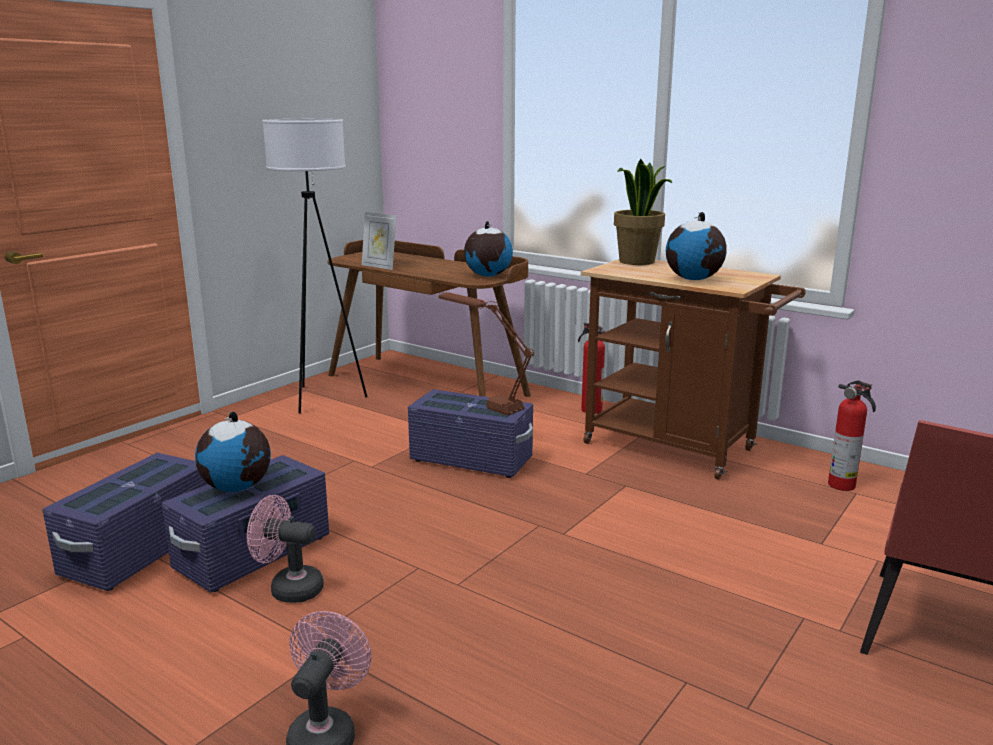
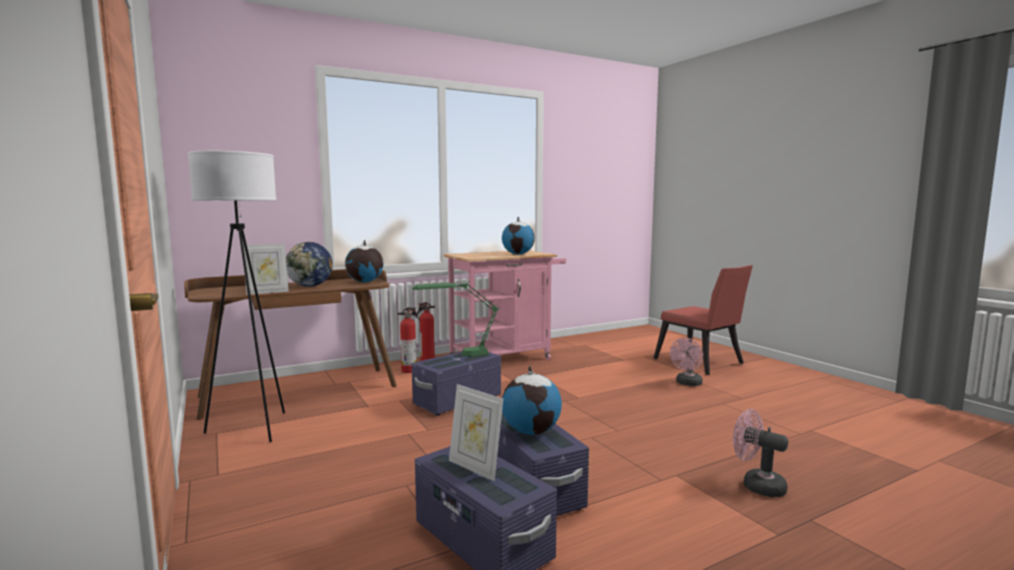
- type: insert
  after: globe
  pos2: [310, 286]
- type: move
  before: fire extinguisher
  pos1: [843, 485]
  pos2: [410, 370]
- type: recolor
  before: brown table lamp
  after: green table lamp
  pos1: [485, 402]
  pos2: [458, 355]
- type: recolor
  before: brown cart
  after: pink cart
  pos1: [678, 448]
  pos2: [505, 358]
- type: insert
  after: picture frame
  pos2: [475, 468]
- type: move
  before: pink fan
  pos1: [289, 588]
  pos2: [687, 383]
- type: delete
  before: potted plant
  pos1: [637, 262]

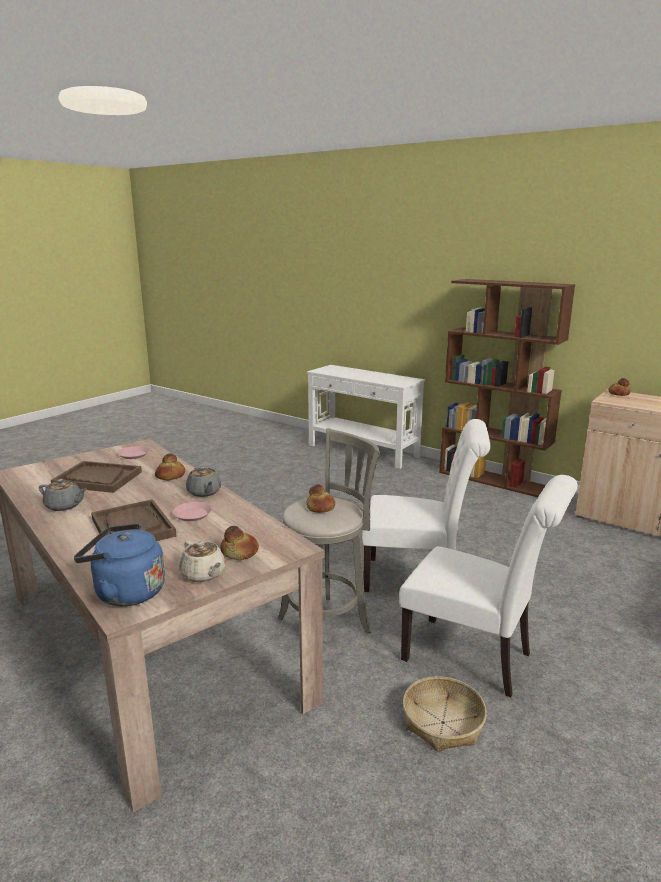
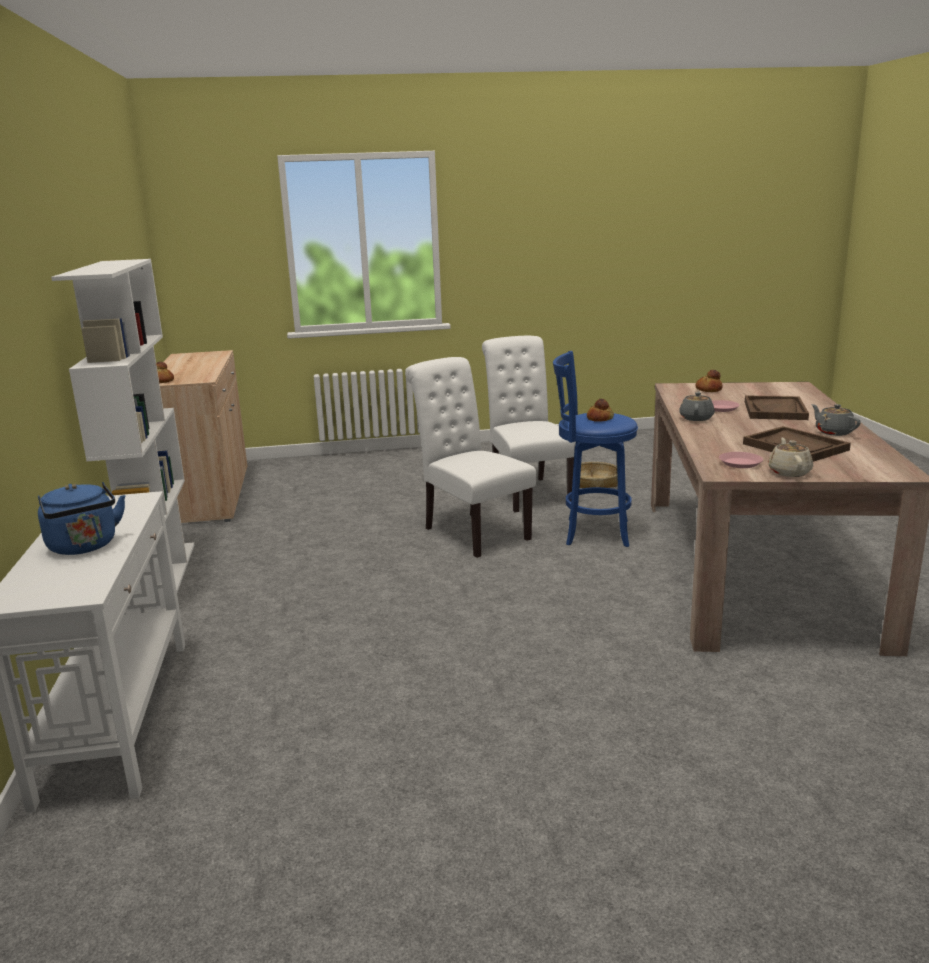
- type: move
  before: blue kettle
  pos1: [125, 592]
  pos2: [84, 547]
- type: recolor
  before: brown bookcase
  after: white bookcase
  pos1: [493, 480]
  pos2: [158, 579]
- type: recolor
  before: grey stool
  after: blue stool
  pos1: [328, 623]
  pos2: [592, 532]
- type: move
  before: beige teapot
  pos1: [203, 574]
  pos2: [789, 472]
- type: delete
  before: bread
  pos1: [170, 476]

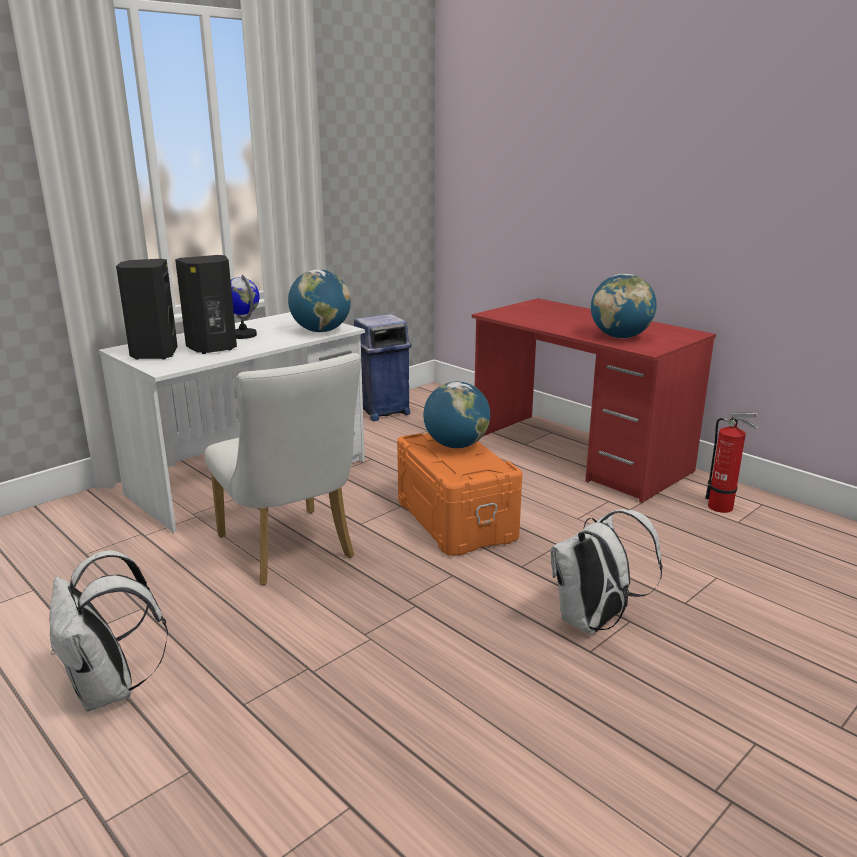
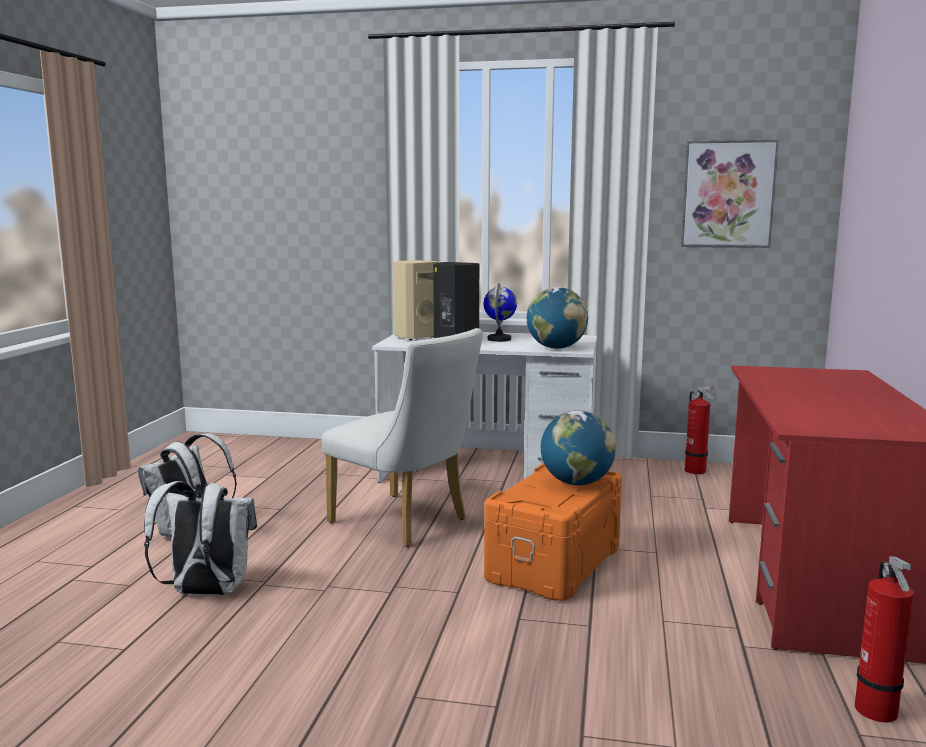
- type: move
  before: white backpack
  pos1: [593, 622]
  pos2: [206, 593]
- type: rotate
  before: white chair
  pos1: [290, 551]
  pos2: [406, 523]
  turn: -75
- type: recolor
  before: black speaker
  after: beige speaker
  pos1: [153, 354]
  pos2: [414, 337]
- type: insert
  after: picture
  pos2: [728, 194]
- type: replace
  before: blue trash can
  after: fire extinguisher
  pos1: [382, 411]
  pos2: [697, 471]
- type: delete
  before: globe
  pos1: [620, 337]

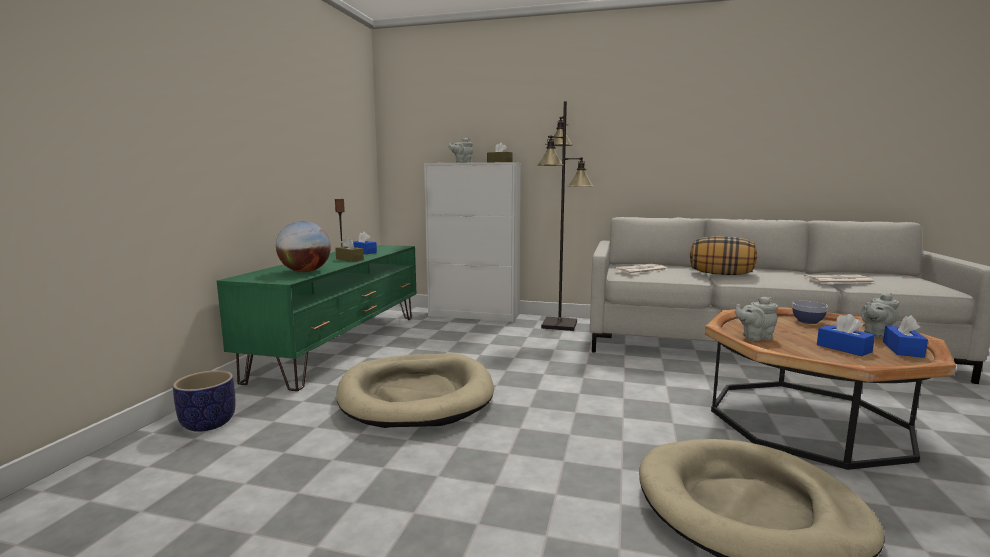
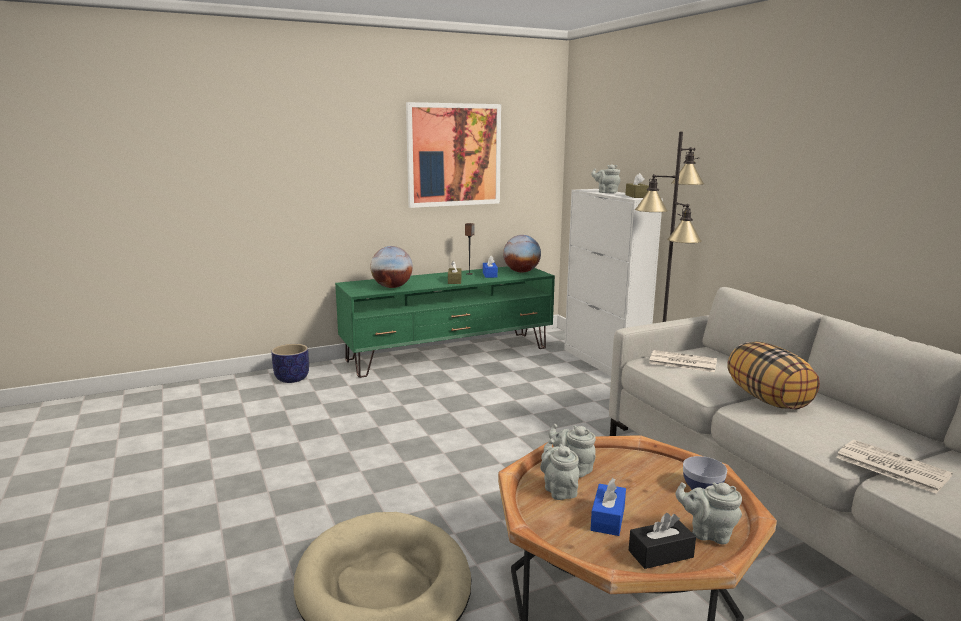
- type: insert
  after: picture
  pos2: [454, 155]
- type: insert
  after: globe
  pos2: [521, 272]
- type: insert
  after: grey teapot
  pos2: [559, 490]
- type: recolor
  before: blue tissue box
  after: black tissue box
  pos1: [902, 349]
  pos2: [660, 554]
- type: delete
  before: beige dog bed
  pos1: [416, 395]

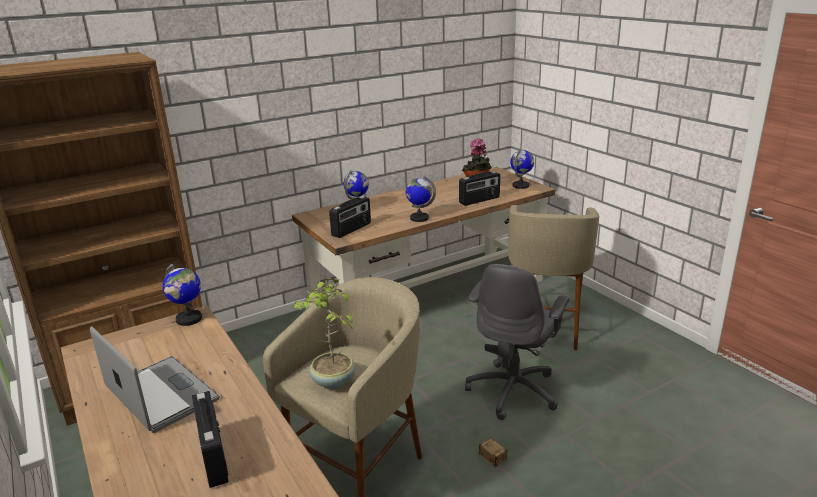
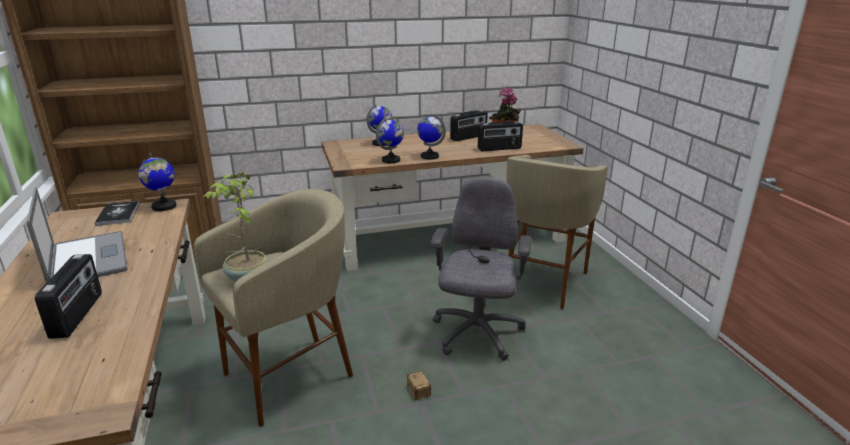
- type: insert
  after: book
  pos2: [118, 214]
- type: move
  before: globe
  pos1: [521, 186]
  pos2: [391, 160]
- type: rotate
  before: grey office chair
  pos1: [513, 390]
  pos2: [476, 334]
  turn: 150
- type: move
  before: radio
  pos1: [352, 229]
  pos2: [469, 137]

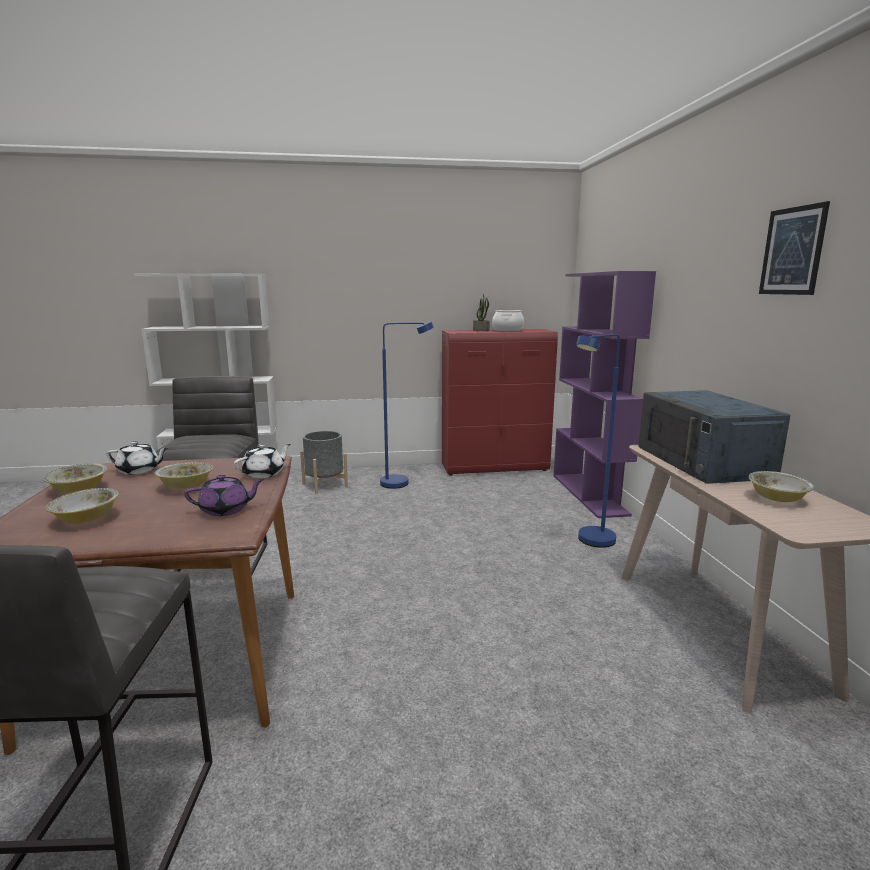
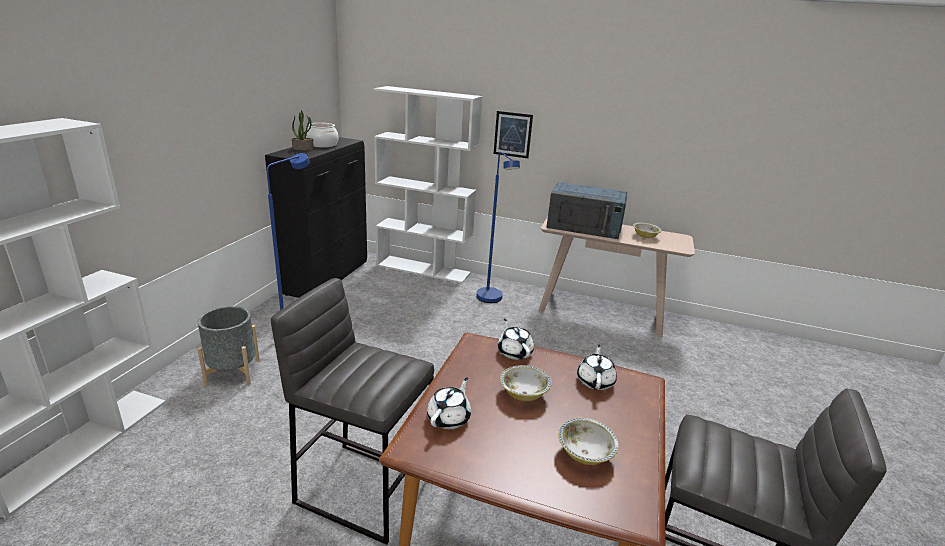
- type: recolor
  before: red cabinet
  after: black cabinet
  pos1: [495, 468]
  pos2: [327, 278]
- type: recolor
  before: purple bookcase
  after: white bookcase
  pos1: [589, 494]
  pos2: [424, 269]
- type: move
  before: picture
  pos1: [792, 251]
  pos2: [512, 134]
- type: recolor
  before: purple teapot
  after: white teapot
  pos1: [226, 510]
  pos2: [595, 381]
- type: delete
  before: bowl
  pos1: [79, 489]

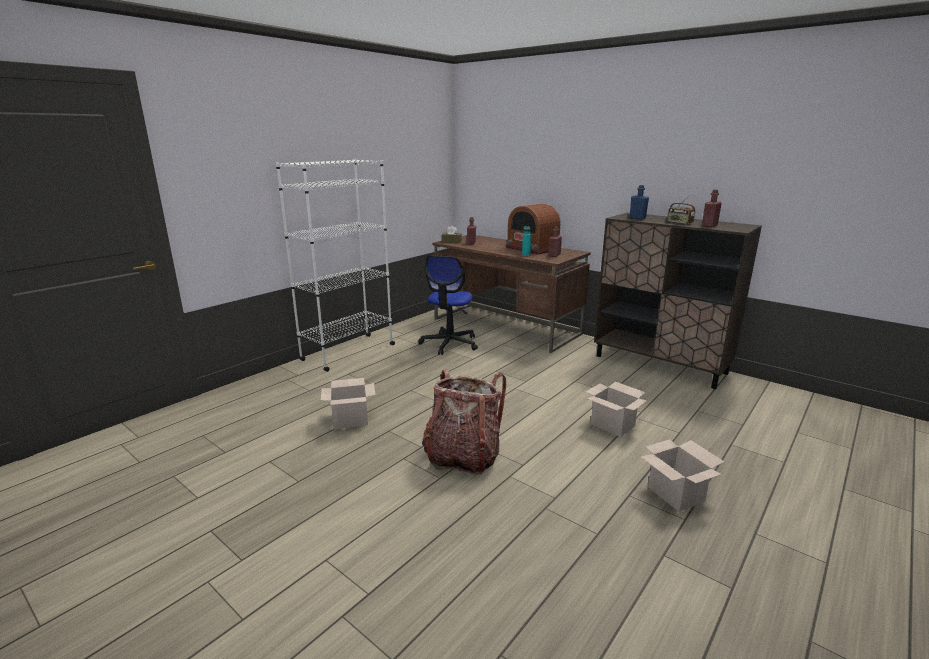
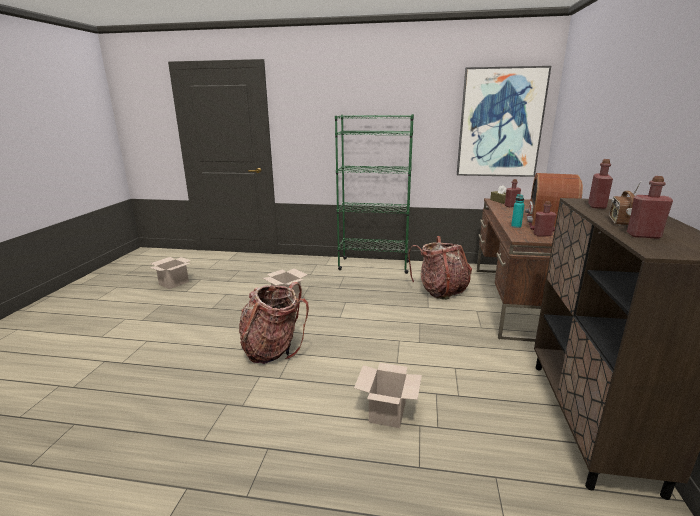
- type: move
  before: cardboard box
  pos1: [674, 493]
  pos2: [174, 283]
- type: recolor
  before: white bookcase
  after: green bookcase
  pos1: [348, 352]
  pos2: [373, 265]
- type: replace
  before: office chair
  after: backpack
  pos1: [449, 344]
  pos2: [440, 290]
- type: insert
  after: picture
  pos2: [500, 123]
- type: recolor
  before: blue bottle
  after: red bottle
  pos1: [637, 218]
  pos2: [596, 206]

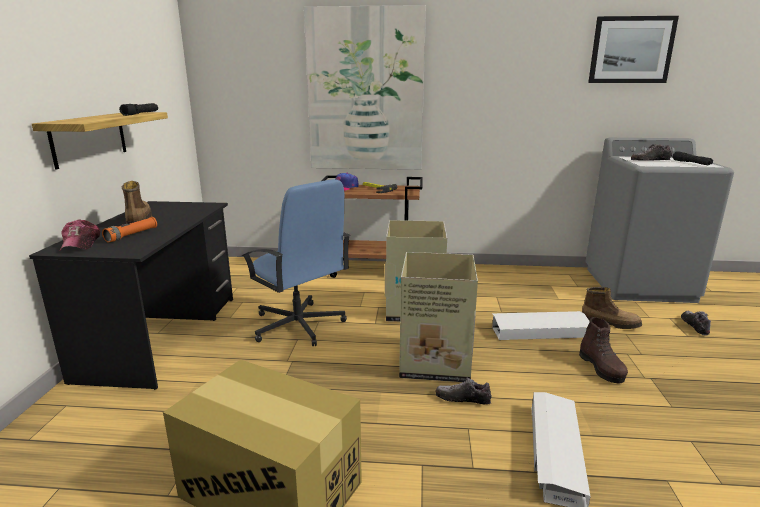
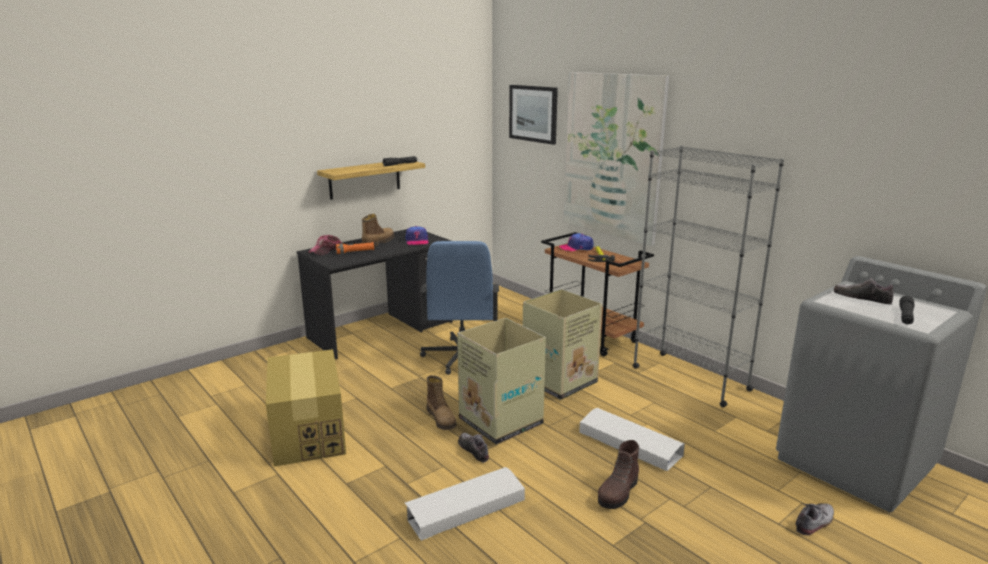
- type: insert
  after: cap
  pos2: [417, 241]
- type: move
  before: boot
  pos1: [610, 323]
  pos2: [441, 419]
- type: move
  before: picture
  pos1: [631, 50]
  pos2: [533, 113]
- type: insert
  after: grey bookcase
  pos2: [689, 378]

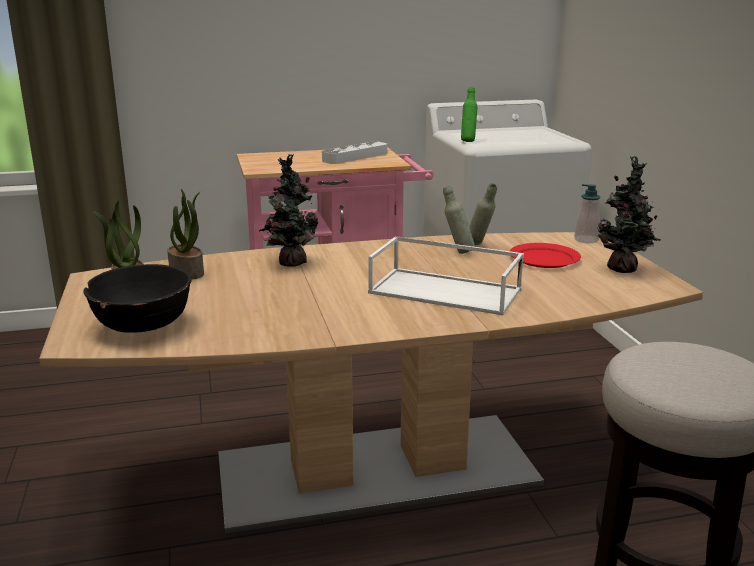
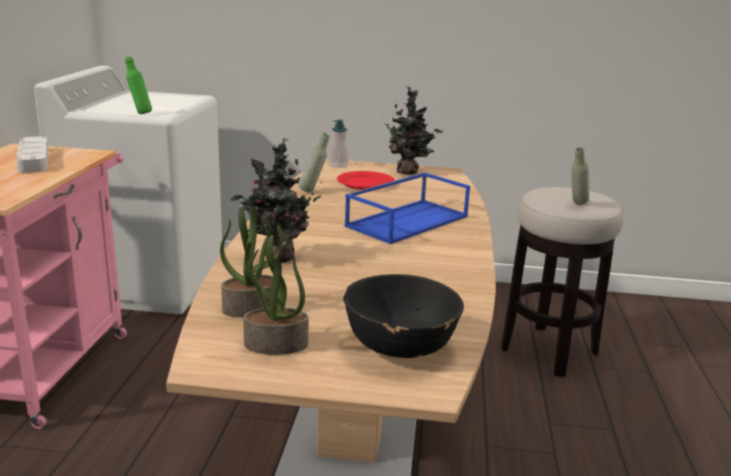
- type: recolor
  before: white tray
  after: blue tray
  pos1: [447, 291]
  pos2: [407, 220]
- type: move
  before: grey bottle
  pos1: [457, 252]
  pos2: [576, 204]

